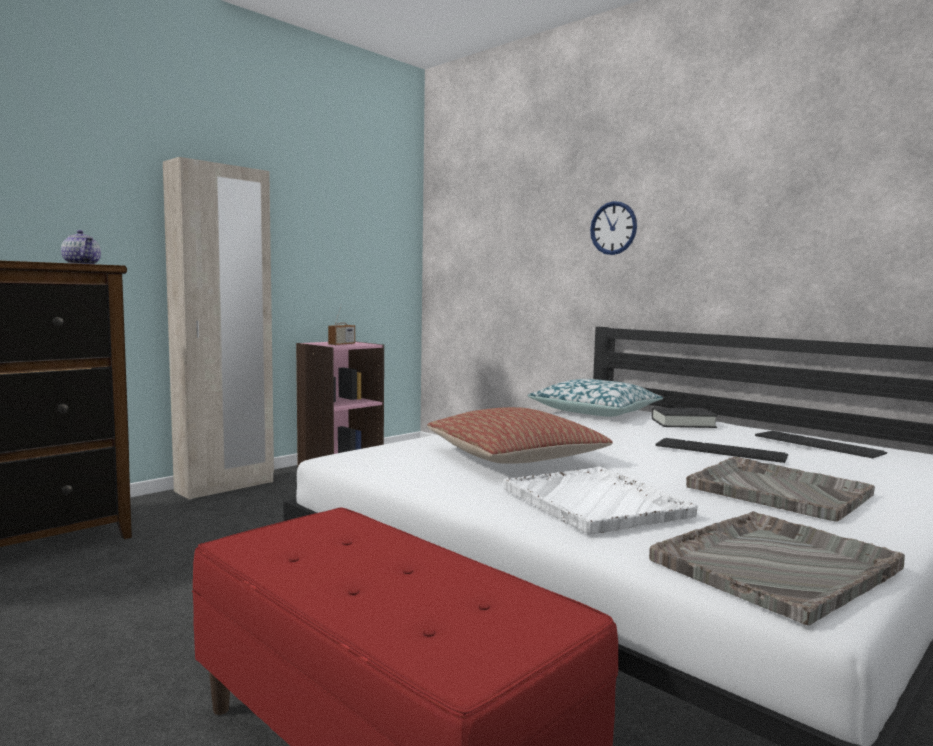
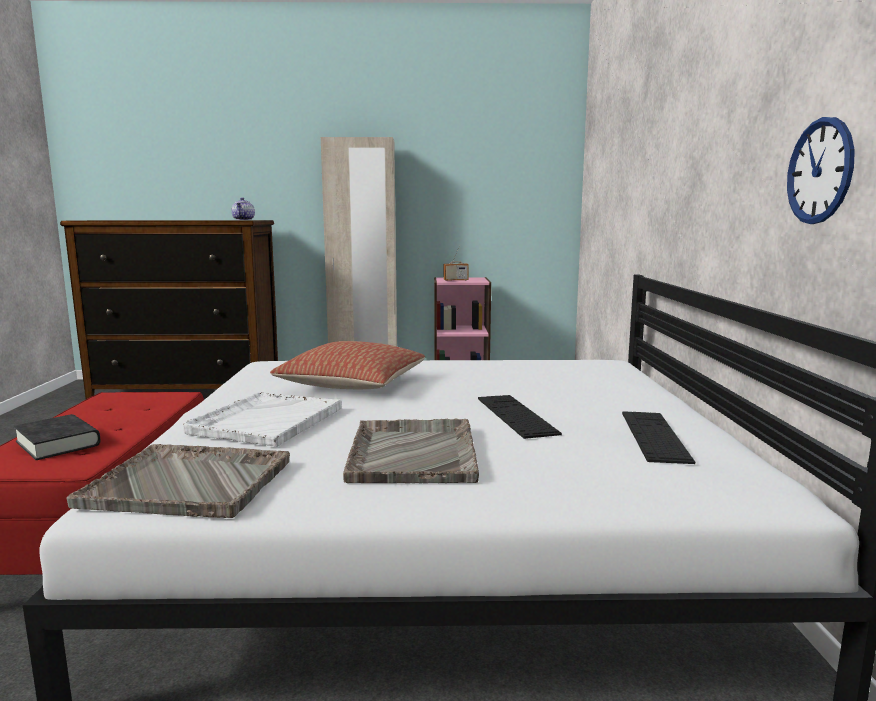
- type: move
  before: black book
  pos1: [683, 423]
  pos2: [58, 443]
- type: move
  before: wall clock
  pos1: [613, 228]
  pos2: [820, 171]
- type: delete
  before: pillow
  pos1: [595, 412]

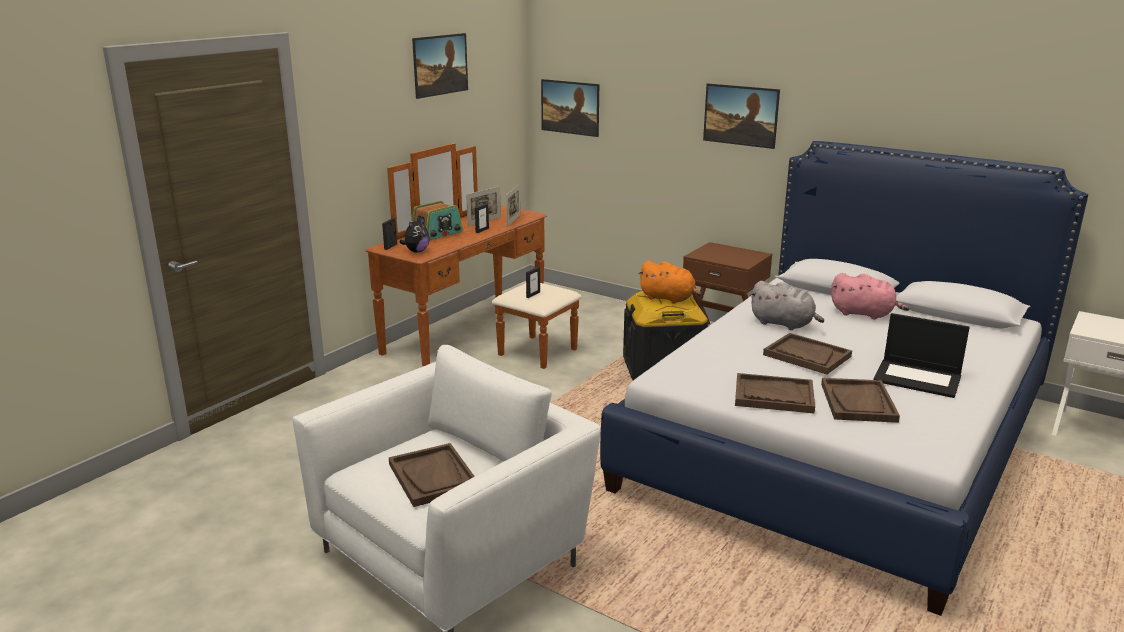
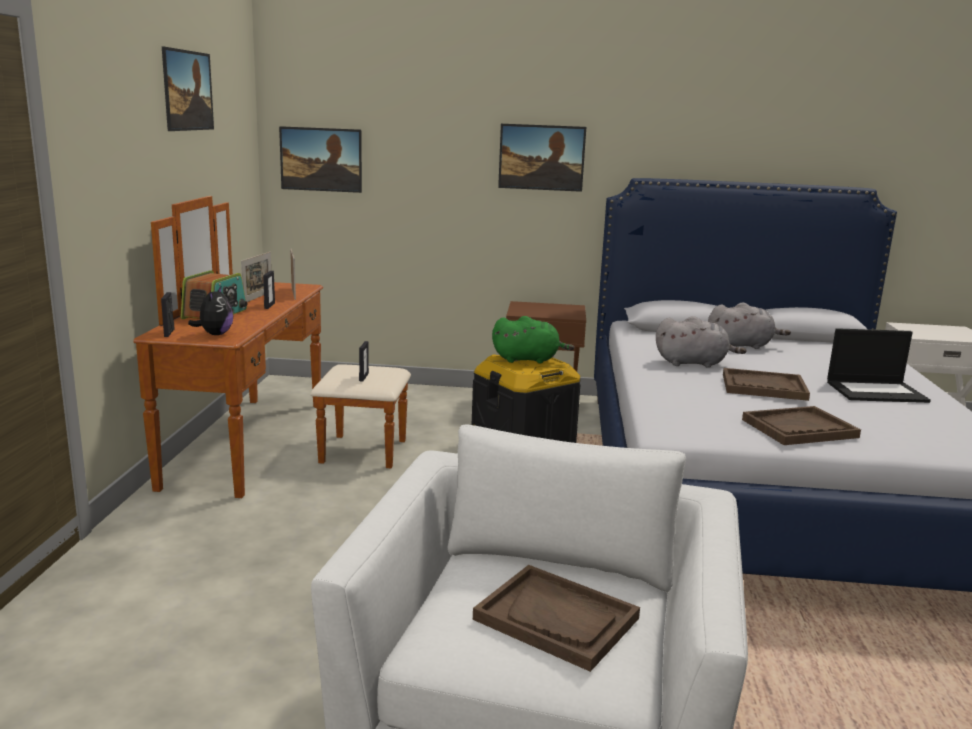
- type: recolor
  before: orange plush toy
  after: green plush toy
  pos1: [669, 299]
  pos2: [528, 359]
- type: recolor
  before: pink plush toy
  after: grey plush toy
  pos1: [864, 314]
  pos2: [742, 346]
- type: delete
  before: brown tray
  pos1: [858, 402]

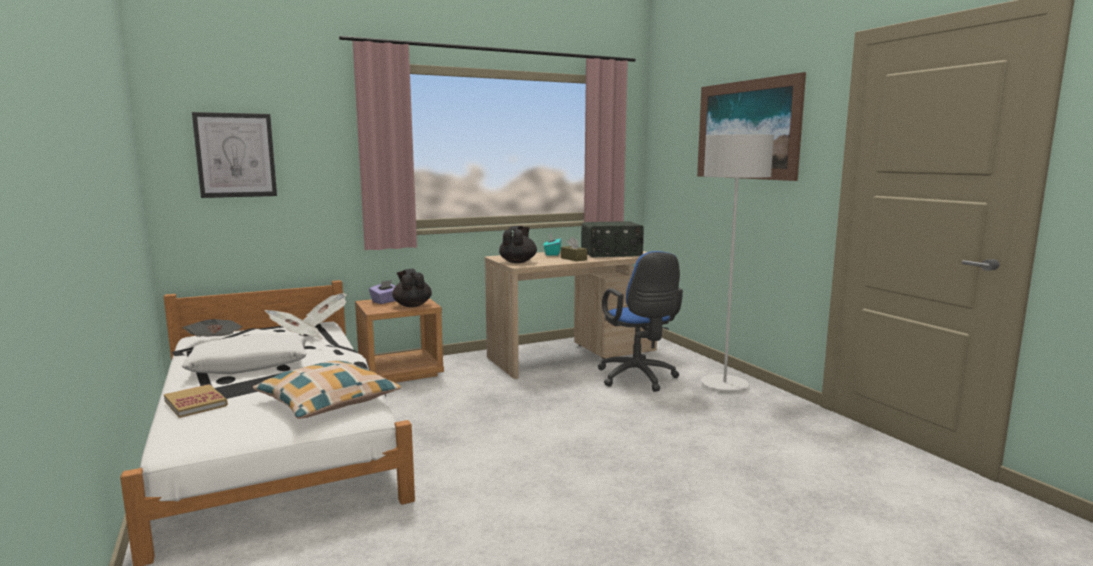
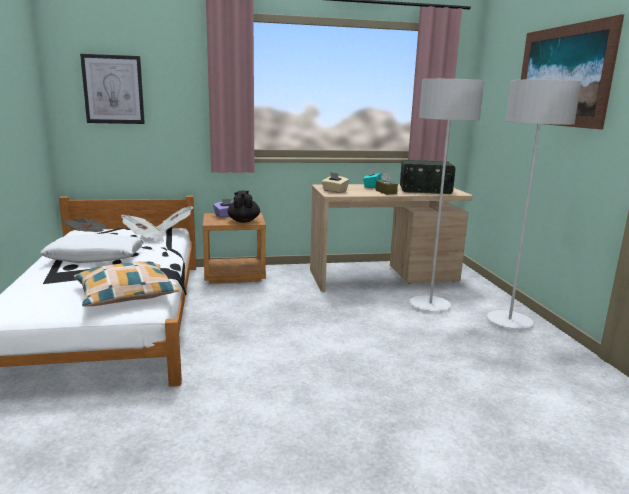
- type: replace
  before: black teapot
  after: beige tissue box
  pos1: [518, 262]
  pos2: [334, 191]
- type: replace
  before: blue office chair
  after: grey floor lamp
  pos1: [638, 379]
  pos2: [430, 305]
- type: delete
  before: book
  pos1: [195, 403]

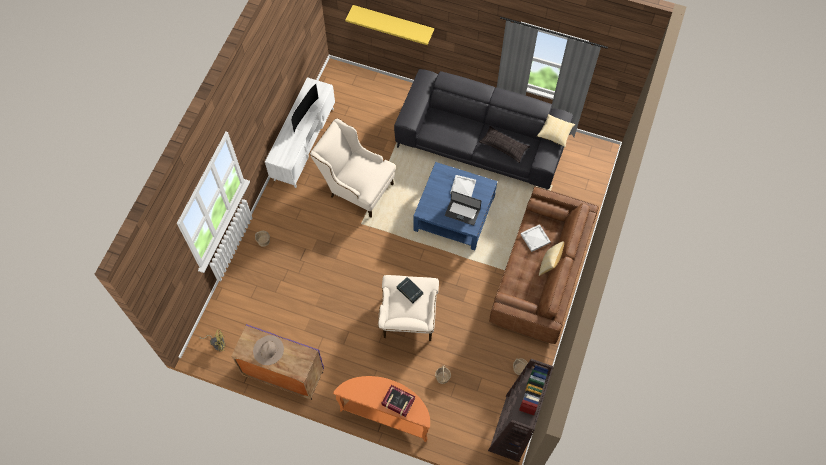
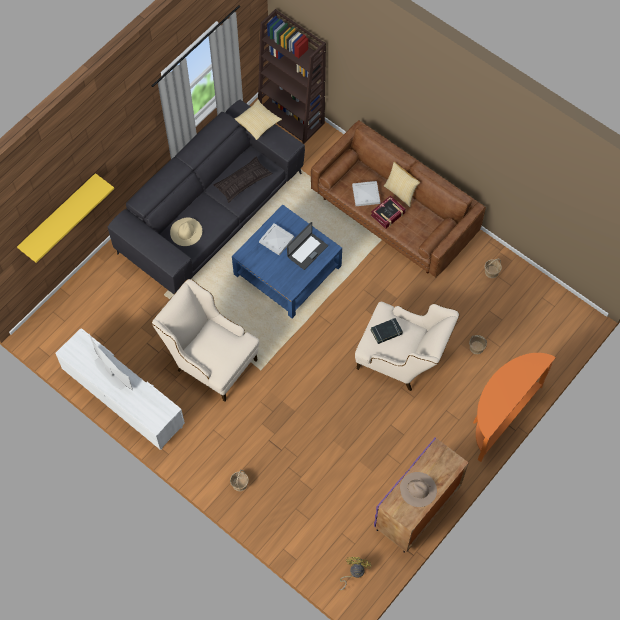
- type: rotate
  before: beige armchair
  pos1: [356, 187]
  pos2: [210, 360]
  turn: 75
- type: insert
  after: beige hat
  pos2: [186, 231]
- type: move
  before: brown bookcase
  pos1: [512, 428]
  pos2: [291, 117]
- type: move
  before: book
  pos1: [398, 402]
  pos2: [388, 214]

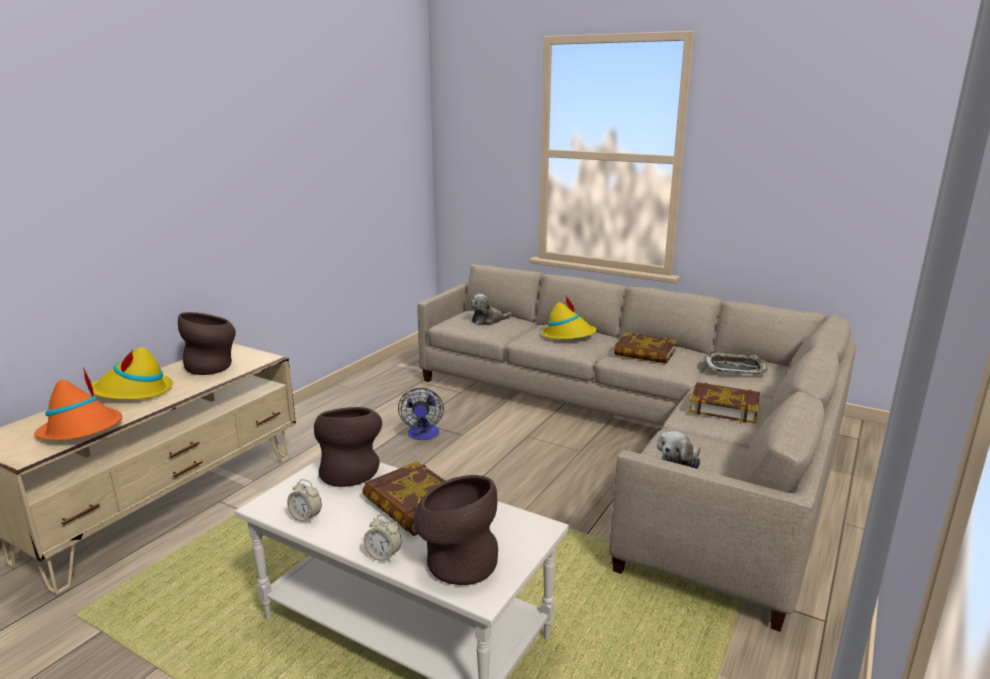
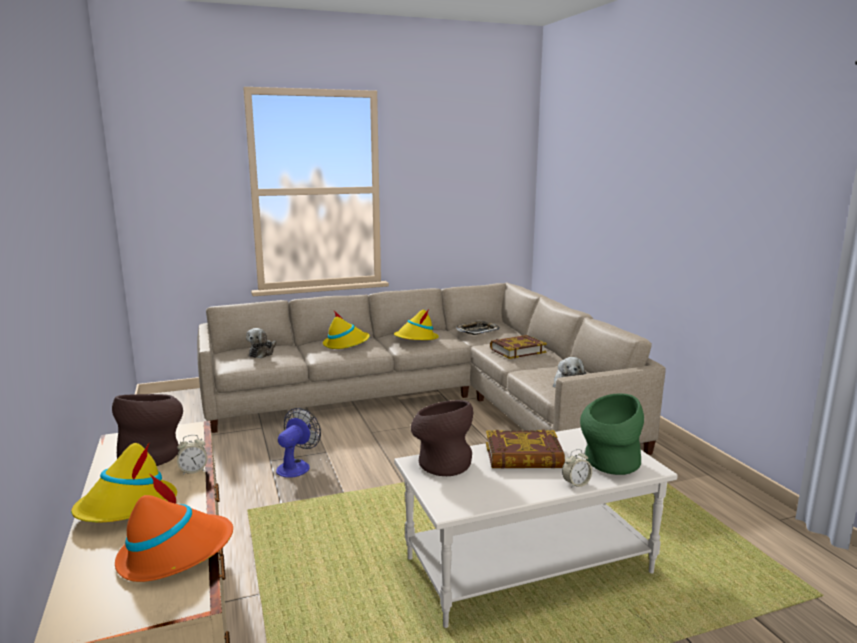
- type: move
  before: alarm clock
  pos1: [306, 517]
  pos2: [193, 471]
- type: rotate
  before: fan
  pos1: [423, 435]
  pos2: [296, 466]
  turn: -105
- type: replace
  before: book
  after: yellow hat
  pos1: [644, 353]
  pos2: [416, 339]
- type: recolor
  before: brown vase
  after: green vase
  pos1: [456, 562]
  pos2: [608, 464]

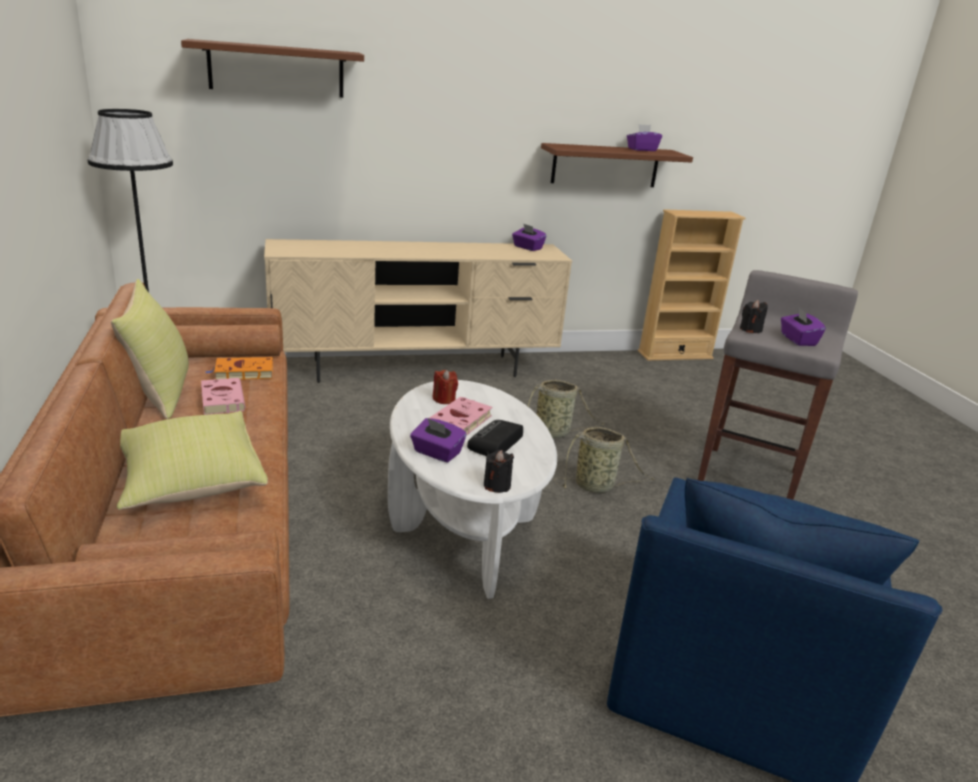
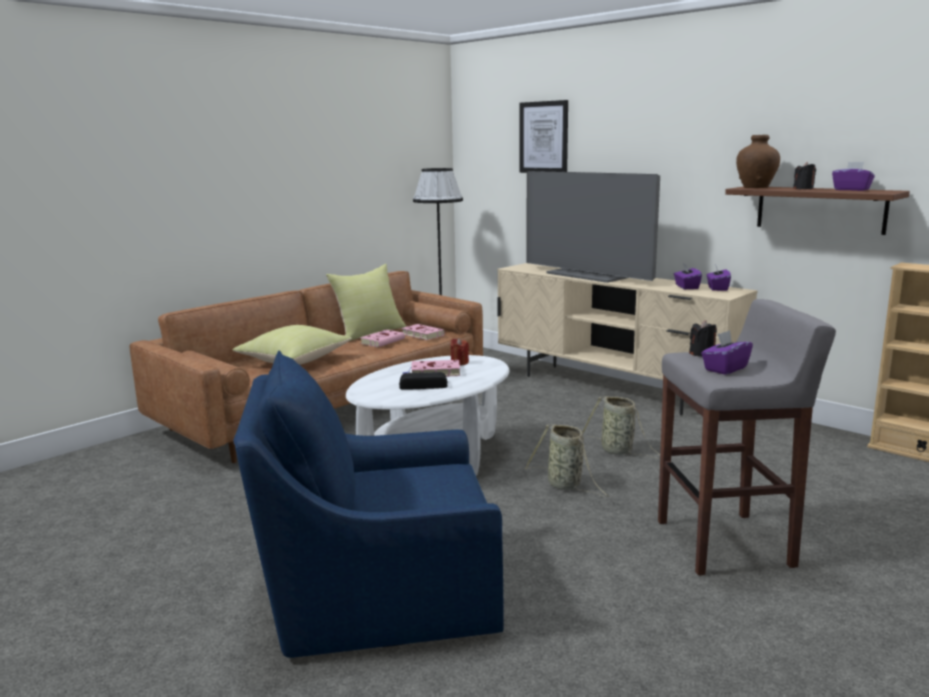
- type: recolor
  before: orange book
  after: pink book
  pos1: [242, 372]
  pos2: [421, 335]
- type: replace
  before: brown shelf
  after: picture
  pos1: [276, 69]
  pos2: [543, 137]
- type: insert
  after: television
  pos2: [588, 275]
- type: move
  before: purple tissue box
  pos1: [436, 453]
  pos2: [686, 287]
- type: insert
  after: brown vase
  pos2: [755, 188]
- type: move
  before: black candle
  pos1: [497, 485]
  pos2: [803, 189]

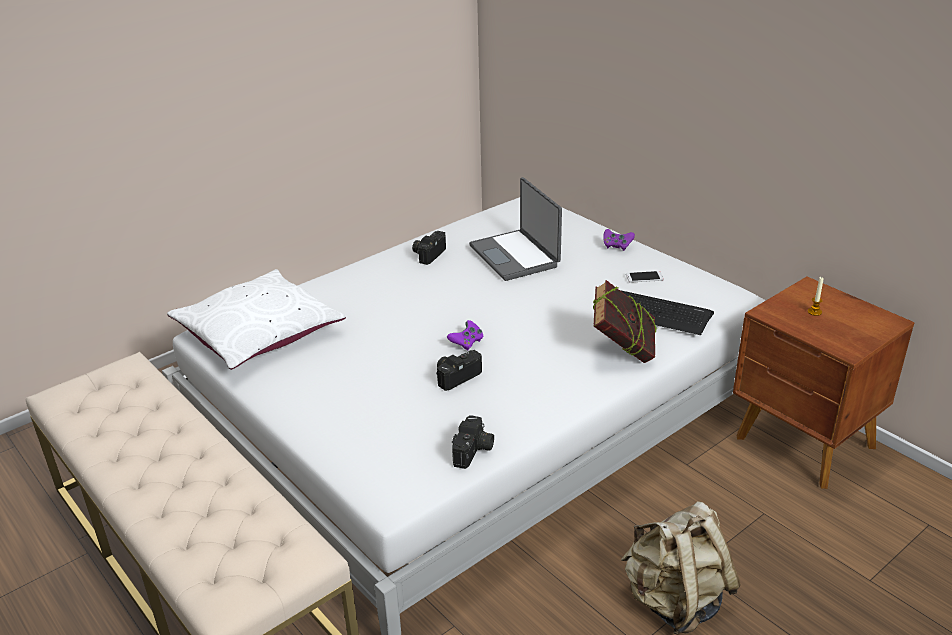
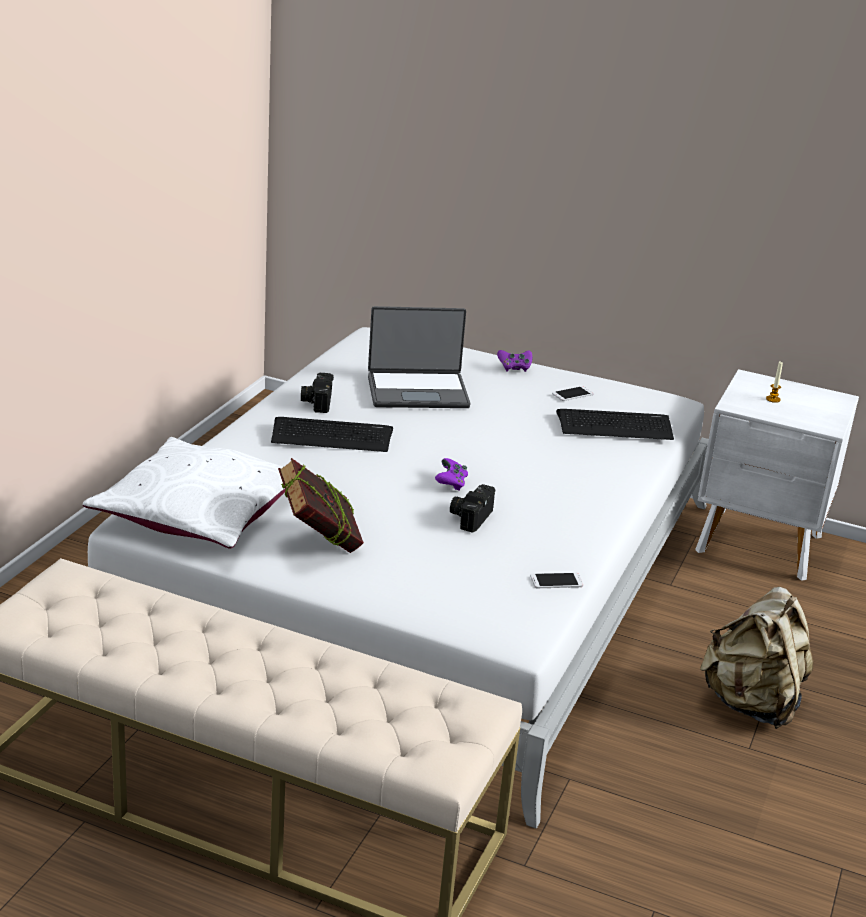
- type: insert
  after: keyboard
  pos2: [331, 436]
- type: move
  before: book
  pos1: [622, 351]
  pos2: [319, 544]
- type: rotate
  before: laptop
  pos1: [515, 256]
  pos2: [417, 391]
  turn: -45
- type: replace
  before: photo camera
  after: phone
  pos1: [474, 451]
  pos2: [556, 581]
- type: recolor
  before: brown nightstand
  after: white nightstand
  pos1: [805, 444]
  pos2: [760, 545]

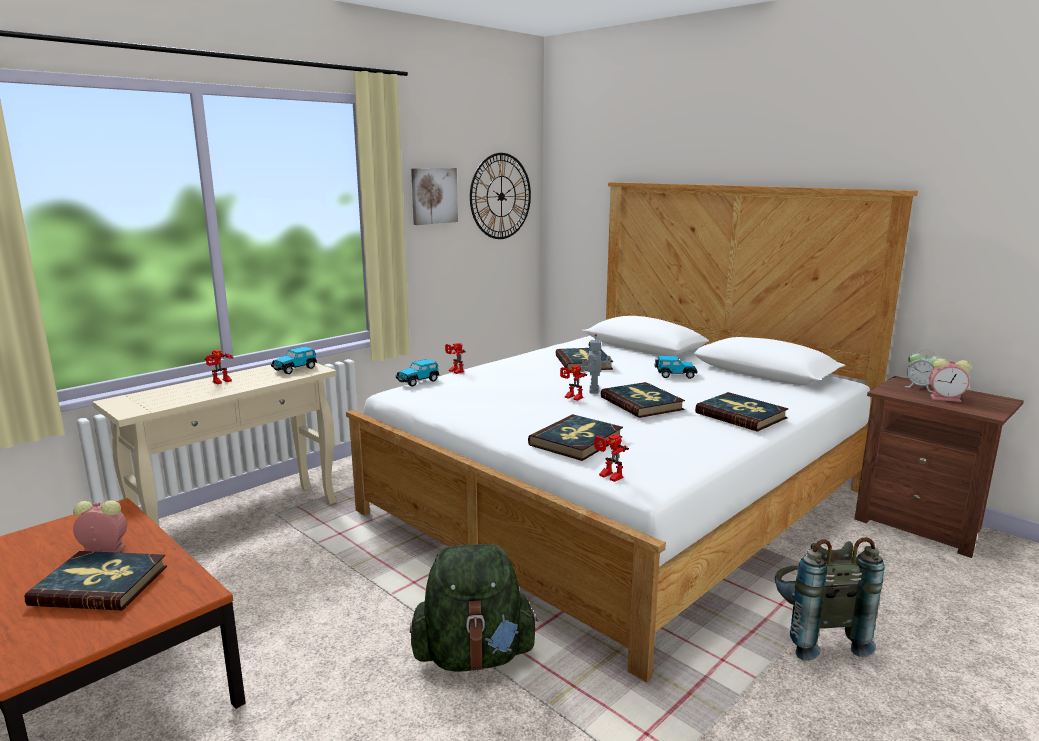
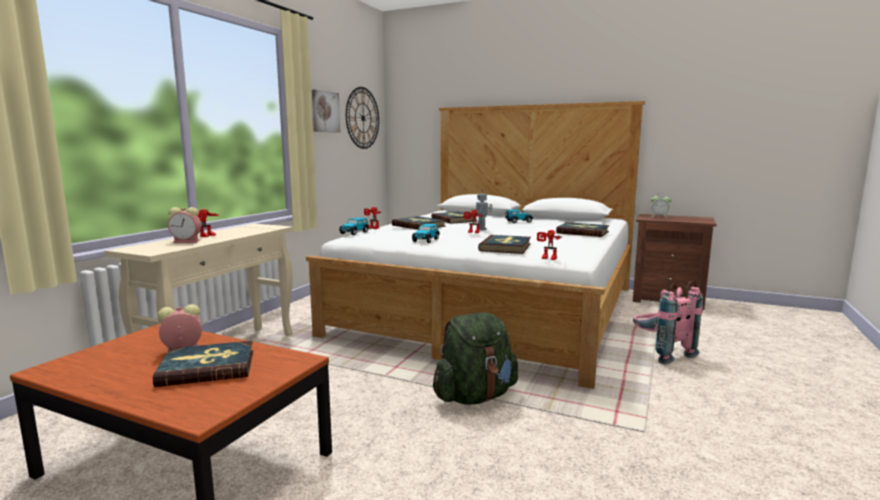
- type: move
  before: alarm clock
  pos1: [946, 398]
  pos2: [187, 241]
- type: move
  before: book
  pos1: [642, 403]
  pos2: [419, 226]
- type: move
  before: toy car
  pos1: [295, 369]
  pos2: [426, 240]
- type: recolor
  before: grey backpack
  after: pink backpack
  pos1: [813, 635]
  pos2: [660, 353]

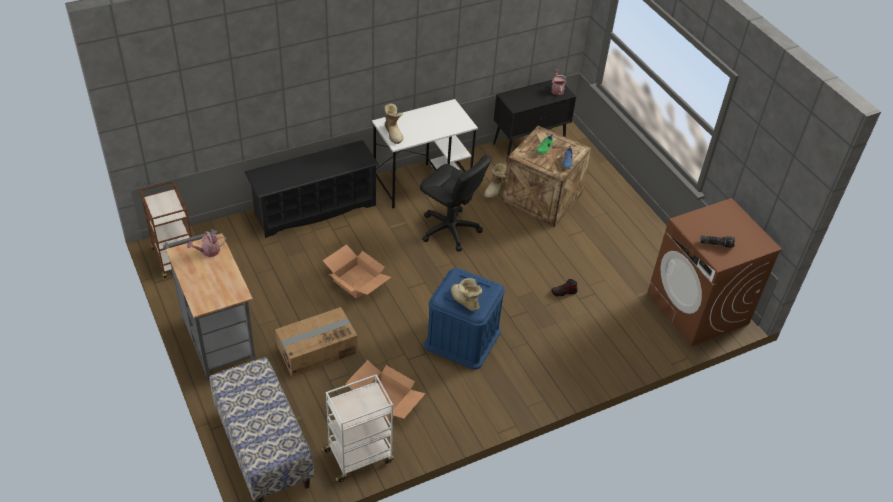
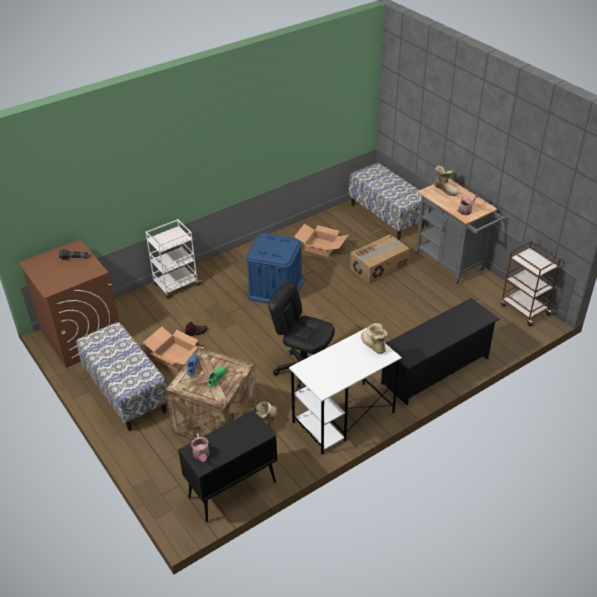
- type: insert
  after: bench
  pos2: [126, 392]
- type: move
  before: cardboard box
  pos1: [357, 281]
  pos2: [174, 356]
- type: move
  before: white cart
  pos1: [359, 455]
  pos2: [176, 285]
- type: move
  before: boot
  pos1: [464, 302]
  pos2: [445, 189]

